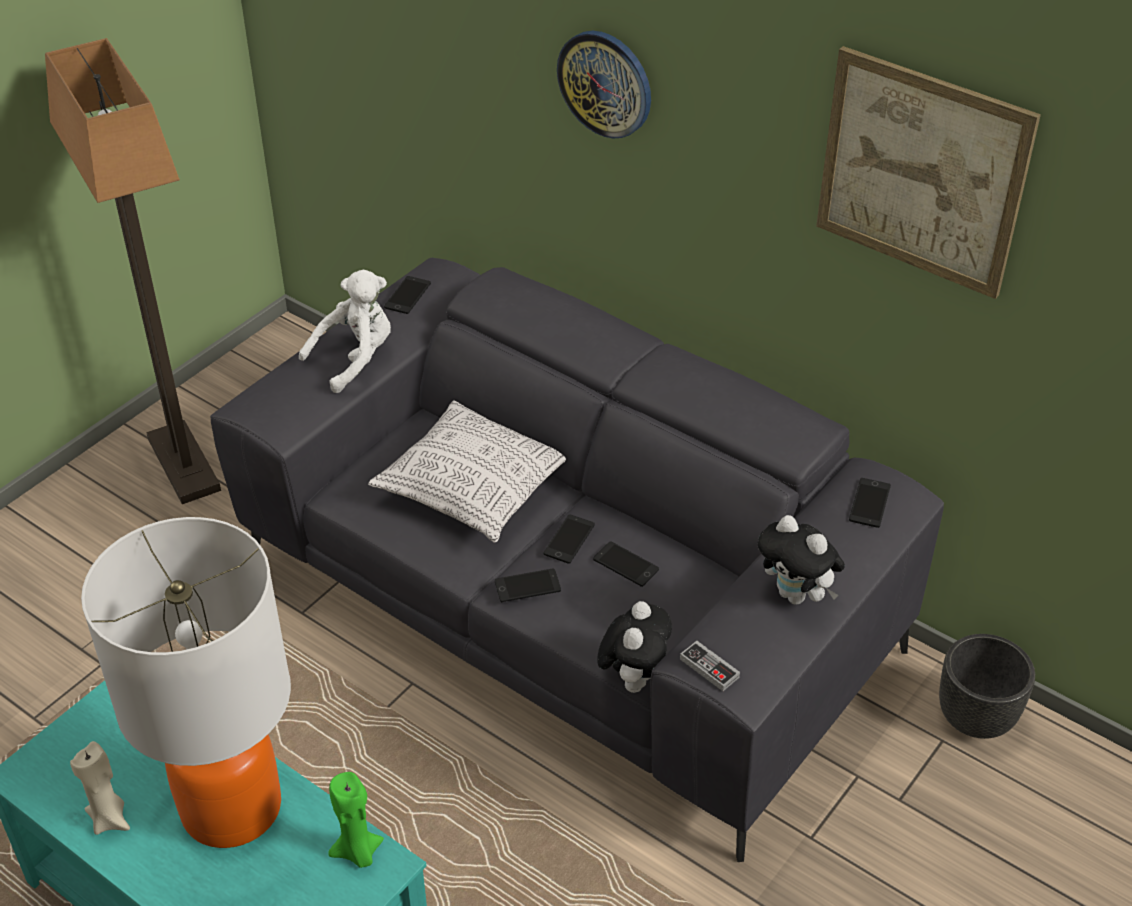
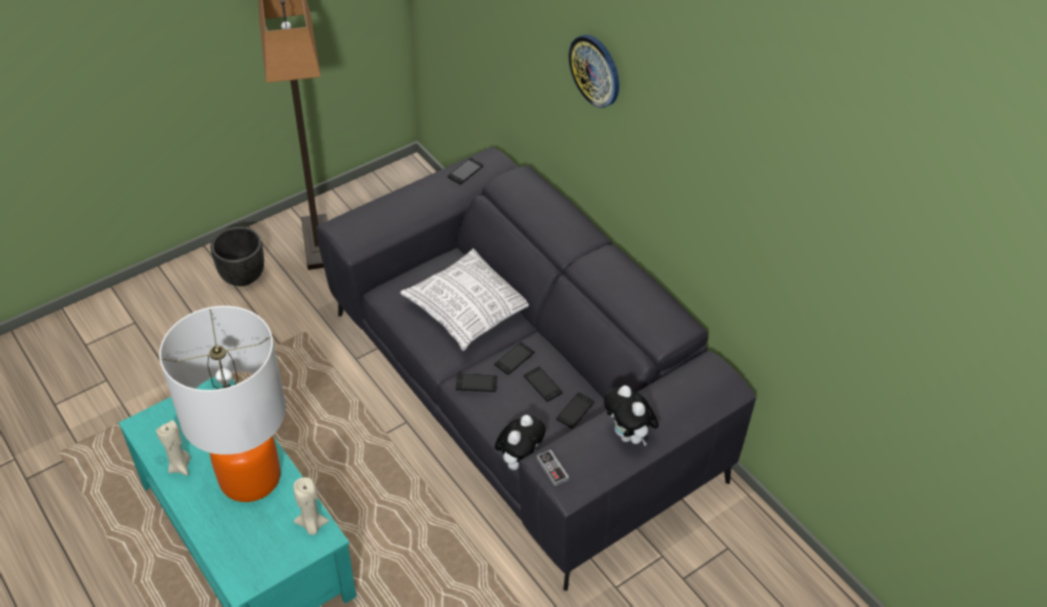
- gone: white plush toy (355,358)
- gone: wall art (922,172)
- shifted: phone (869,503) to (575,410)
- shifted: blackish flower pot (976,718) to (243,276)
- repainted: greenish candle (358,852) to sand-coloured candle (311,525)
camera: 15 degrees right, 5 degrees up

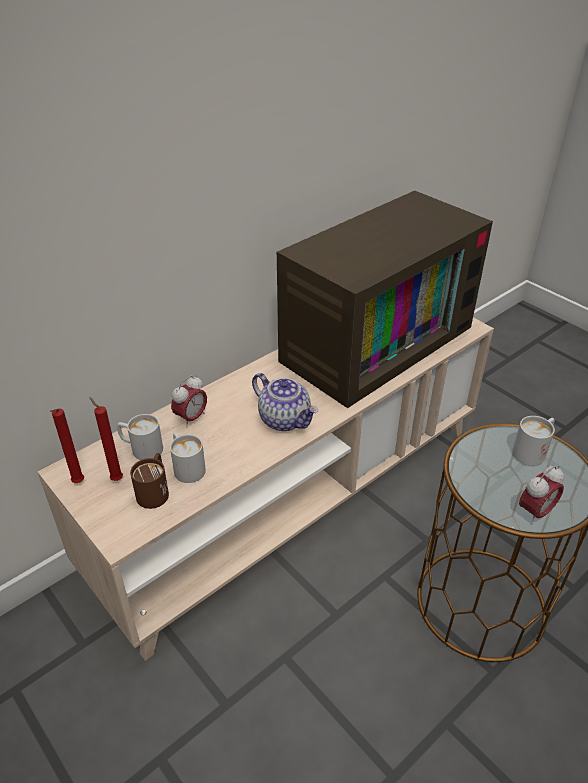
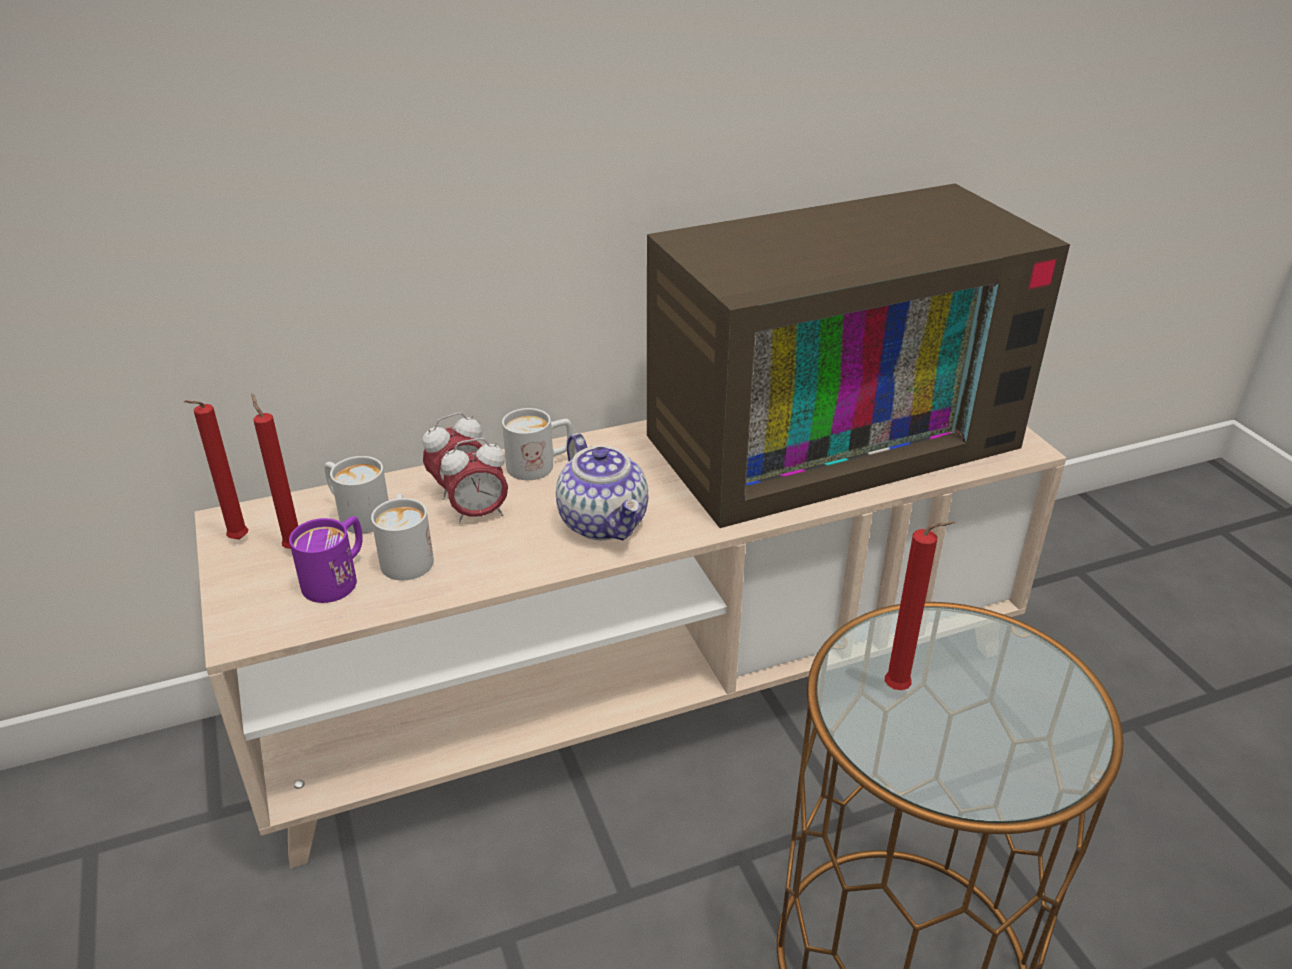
- new: red candle (901,690)
- shifted: white coffee mug (533,450) to (540,465)
- shifted: bedside clock (535,512) to (479,514)
- repainted: brownish coffee mug (155,490) to purplish coffee mug (338,578)
camera: 20 degrees right, 5 degrees down

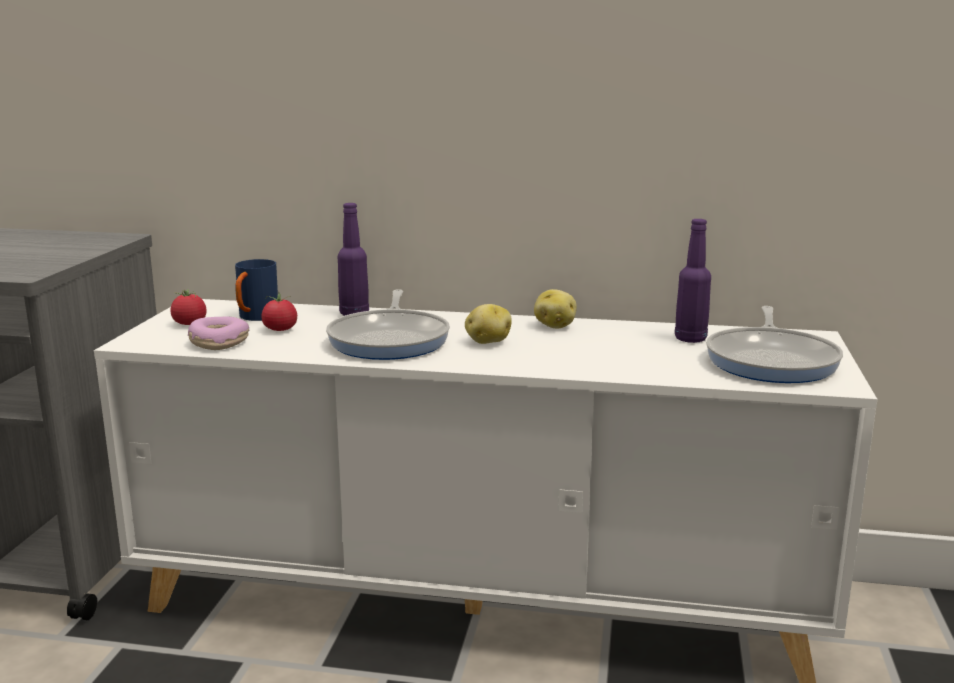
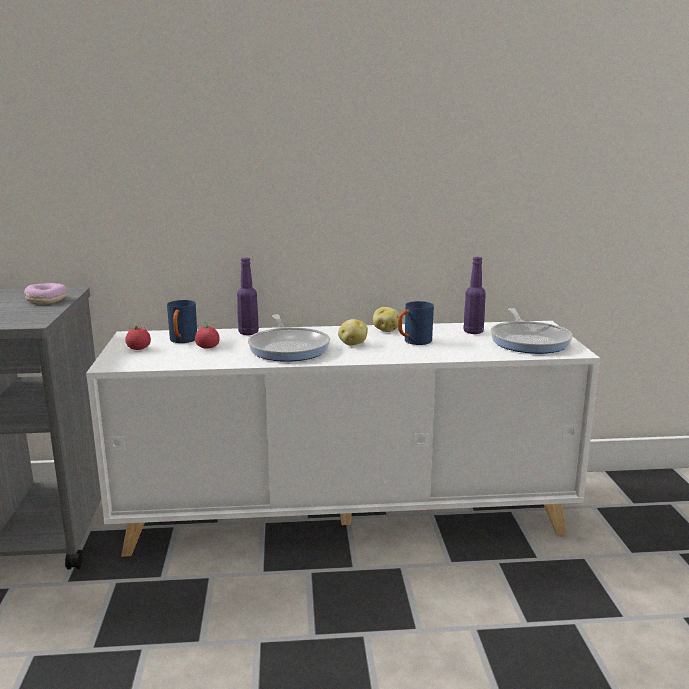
- new: bluish coffee mug (413,342)
- shifted: ring doughnut (219,342) to (46,300)
camera: 15 degrees left, 0 degrees up

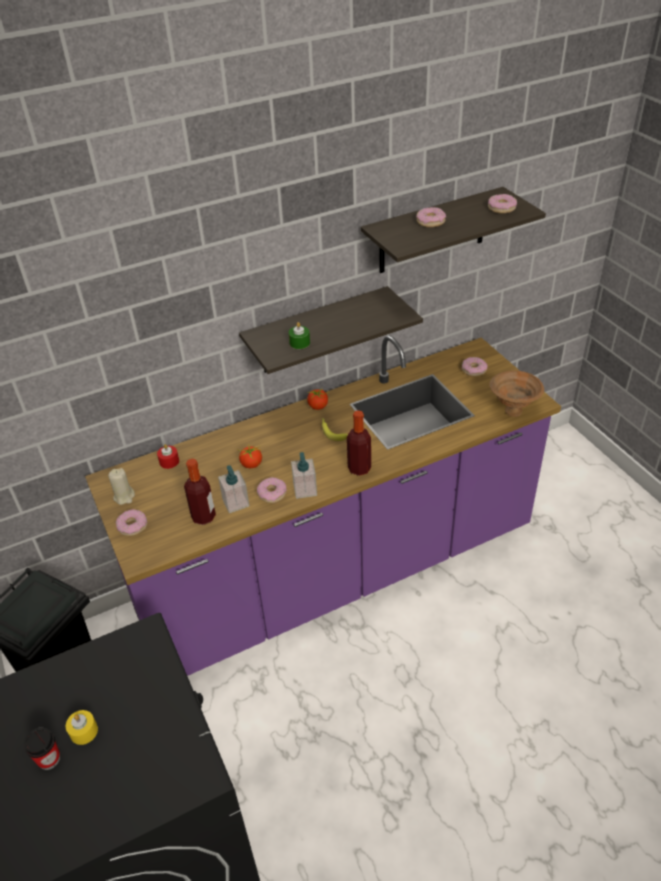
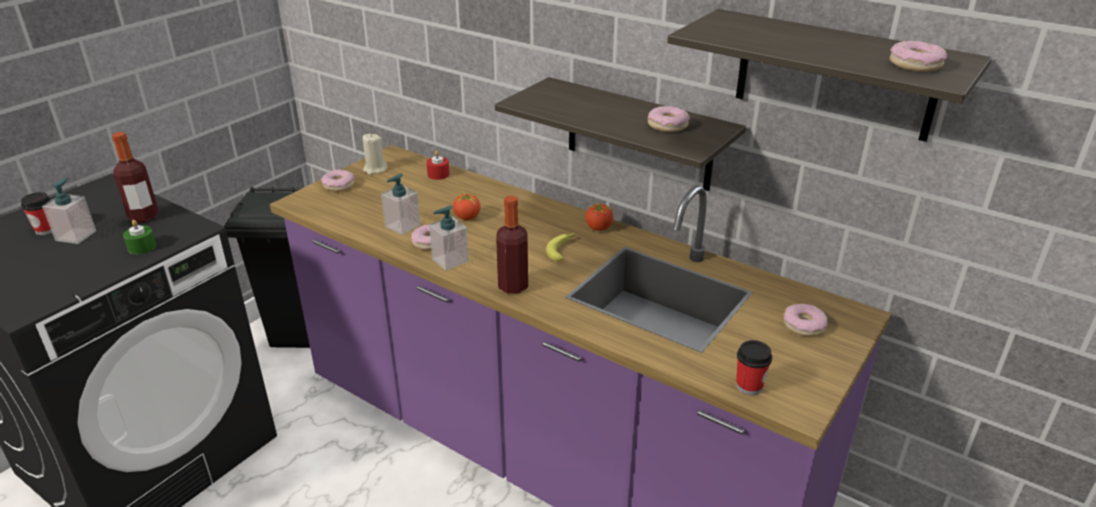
- shifted: beverage bottle (203,517) to (144,216)
- shifted: greenish candle (299,343) to (142,247)
- shifted: ring doughnut (430,222) to (667,125)
- swapped: yellowish candle (84,731) to liquid soap bottle (76,235)
- swapped: brownish deep dish (512,411) to drinking cup (749,386)
camera: 60 degrees right, 10 degrees down

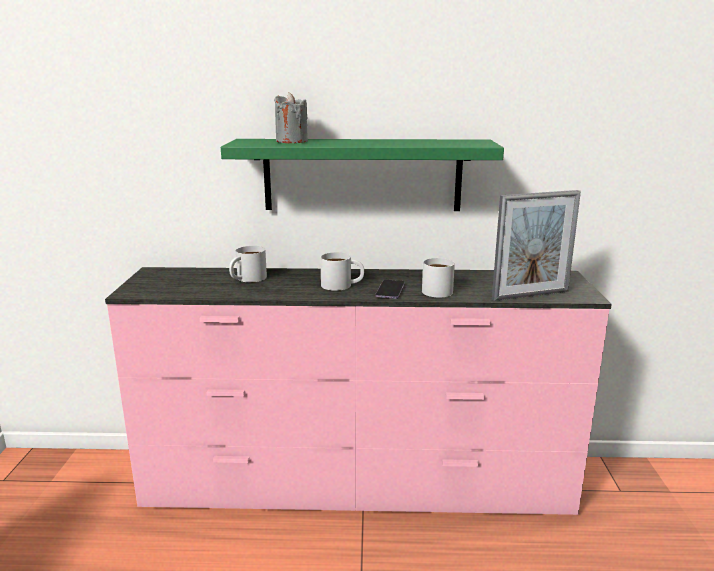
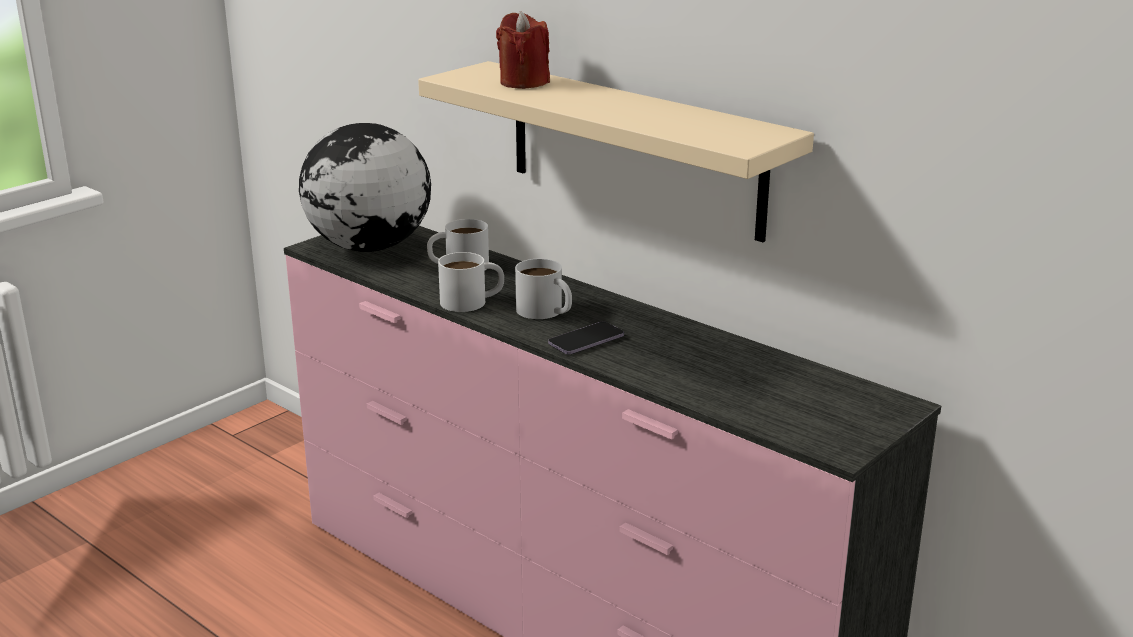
- gone: standing frame (530,295)
- new: globe (368,247)
- shifted: white coffee mug (440,290) to (472,301)
- repainted: greenish shelf (362,175) to sand-coloured shelf (634,149)
- repainted: gray candle (291,141) to red candle (523,82)
camera: 40 degrees right, 5 degrees up

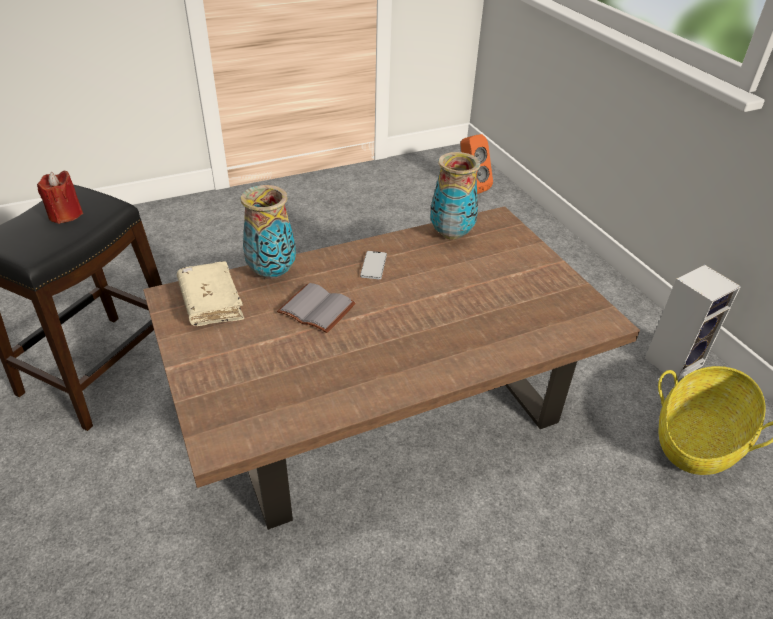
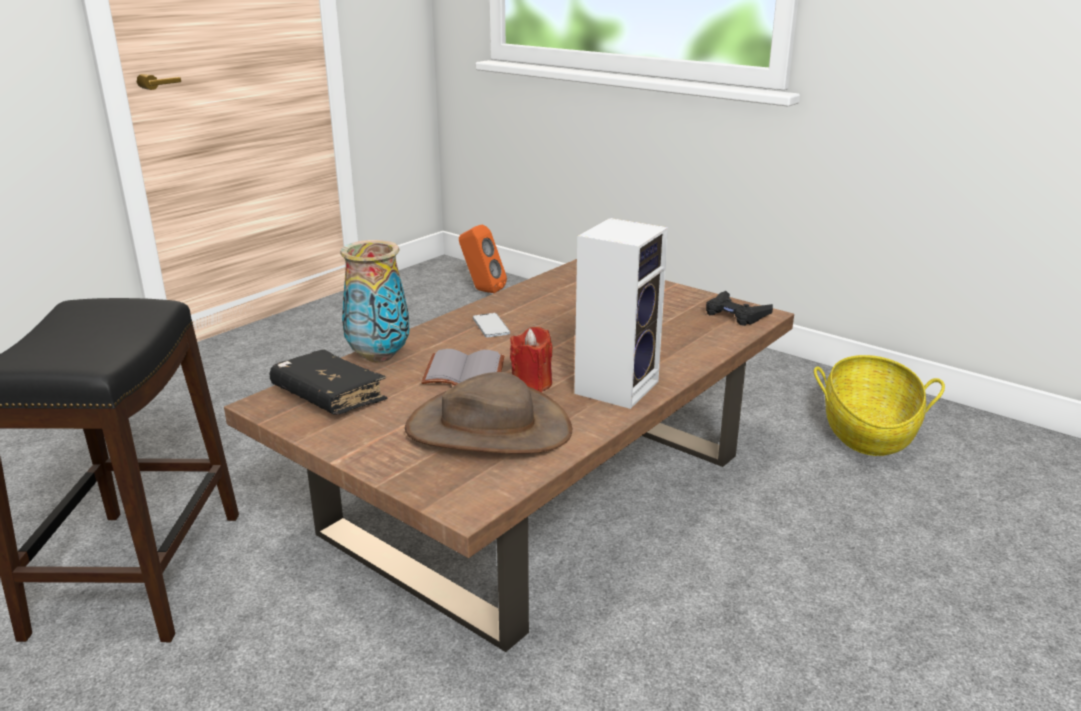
- gone: flower vase (451,234)
- new: brownish wearable hat (488,428)
- new: blackish joypad (735,314)
- shifted: red candle (65,215) to (531,384)
- shifted: audio speaker (674,360) to (616,386)
- repainted: sand-coloured book (211,302) to blackish book (329,396)
camera: 25 degrees left, 15 degrees down

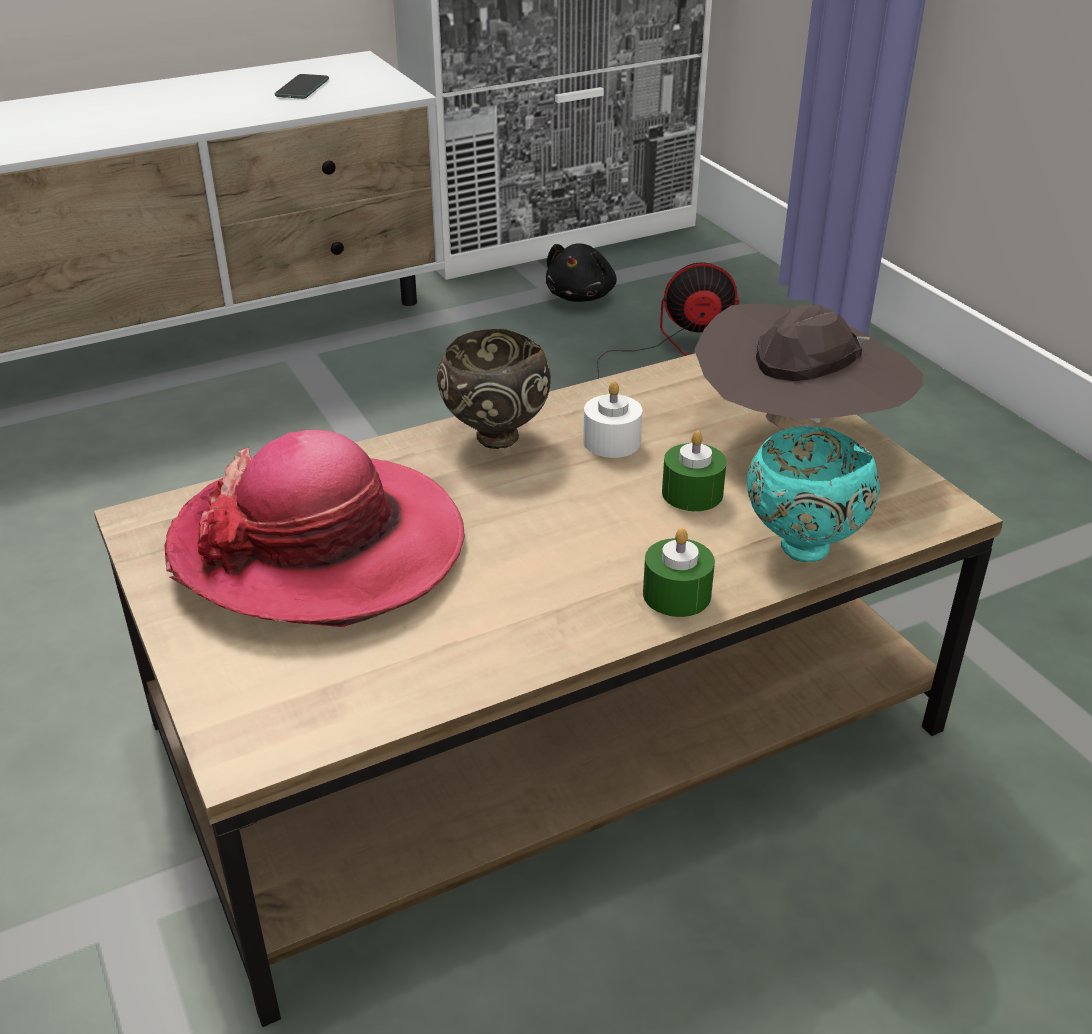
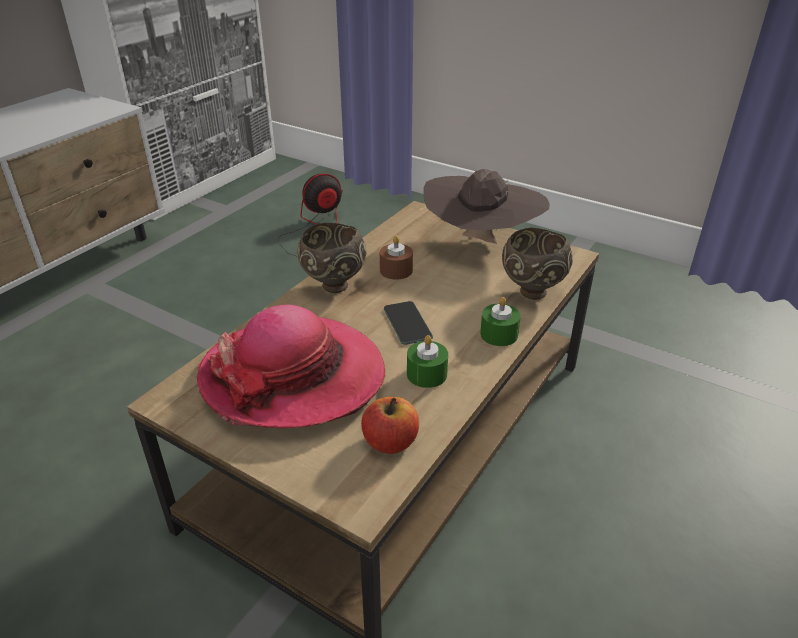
- gone: blackish plush toy (581,296)
- new: apple fruit (390,442)
- shifted: phone (302,88) to (407,323)
- shifted: greenish candle (692,493) to (426,374)
- repainted: white candle (612,441) to brownish candle (396,270)
- repainted: turquoise-coloured deep dish (800,546) to brownish deep dish (530,292)
camera: 30 degrees left, 0 degrees up

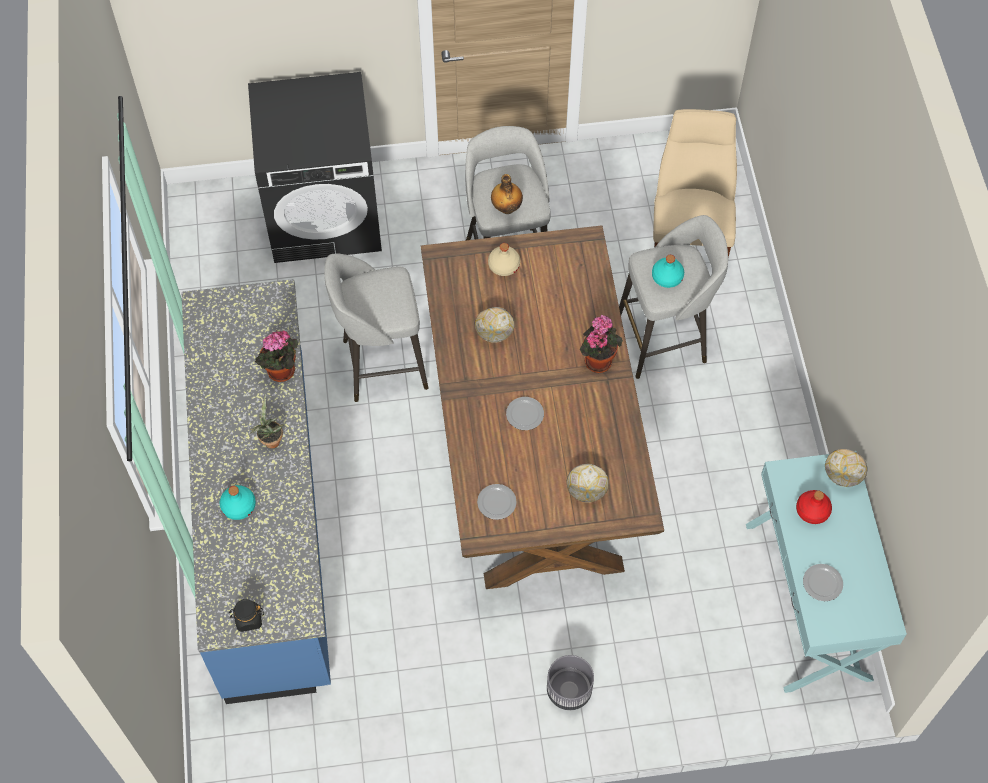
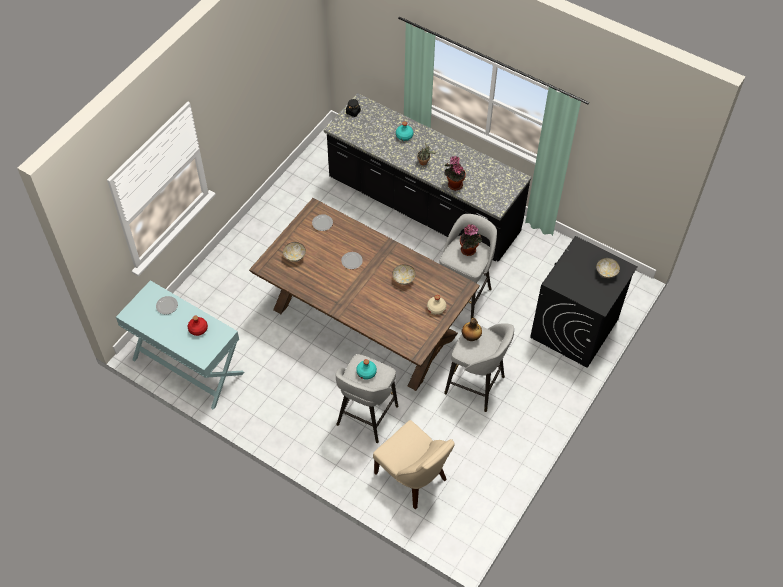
- gone: gray flower pot (569,691)
- shifted: houseplant (598,359) to (469,251)
- shifted: deep dish (843,475) to (606,273)
- repainted: bluish kitchen base unit (269,522) to blackish kitchen base unit (423,207)
camera: 130 degrees right, 5 degrees down

